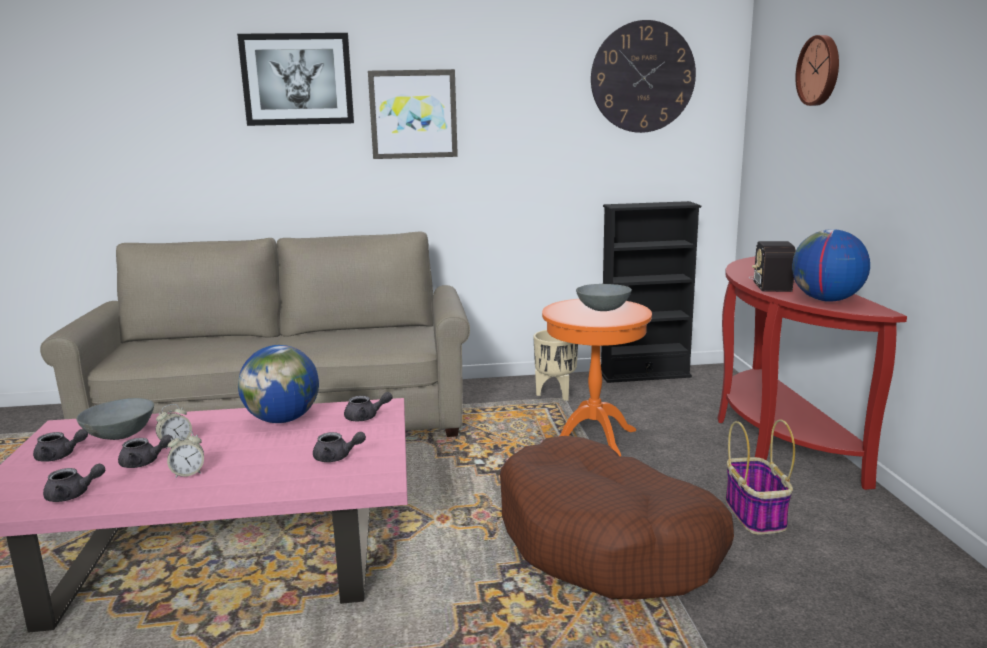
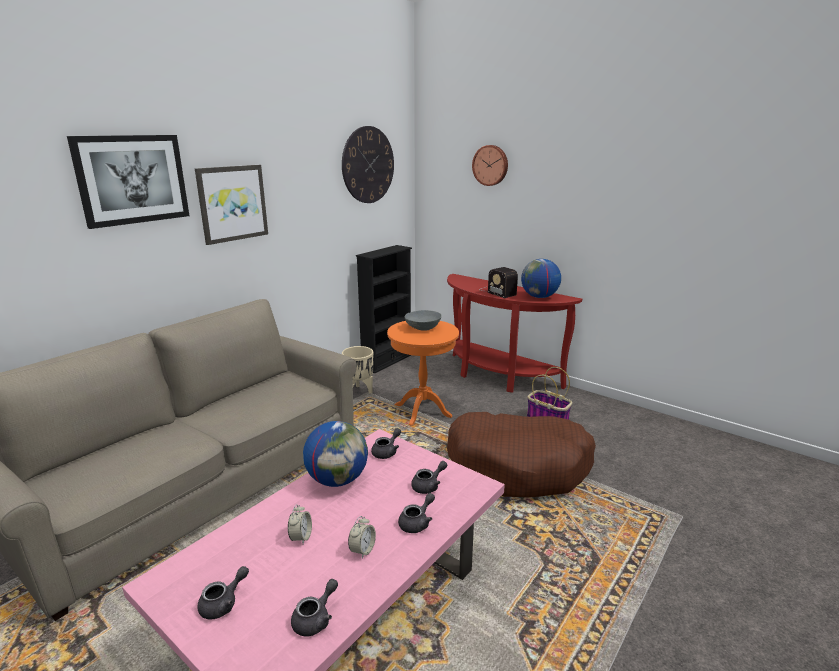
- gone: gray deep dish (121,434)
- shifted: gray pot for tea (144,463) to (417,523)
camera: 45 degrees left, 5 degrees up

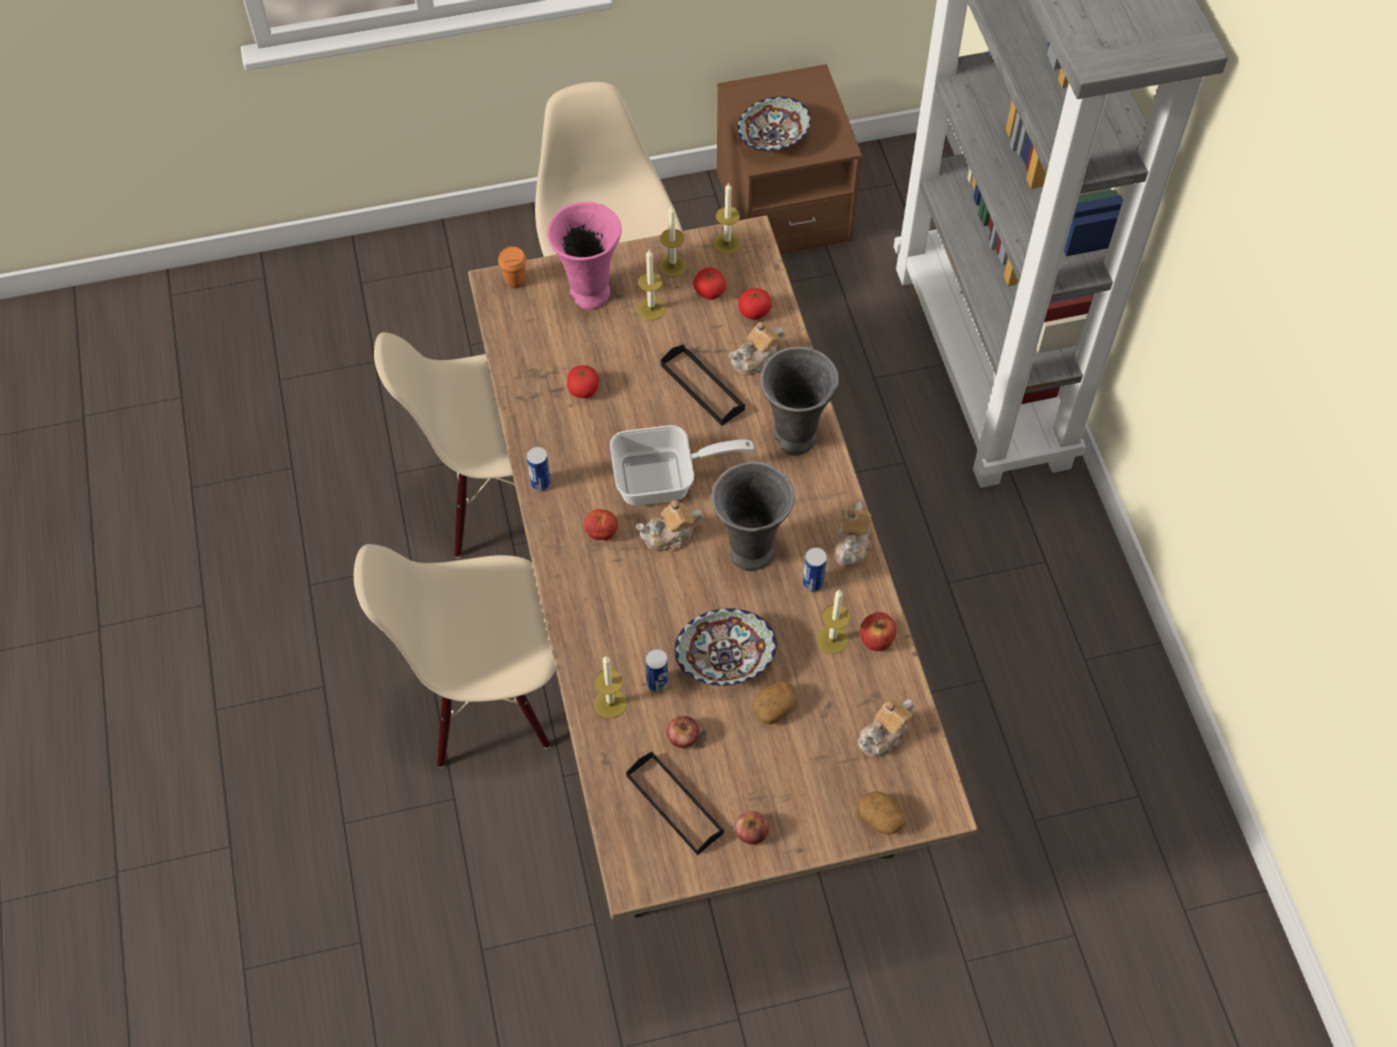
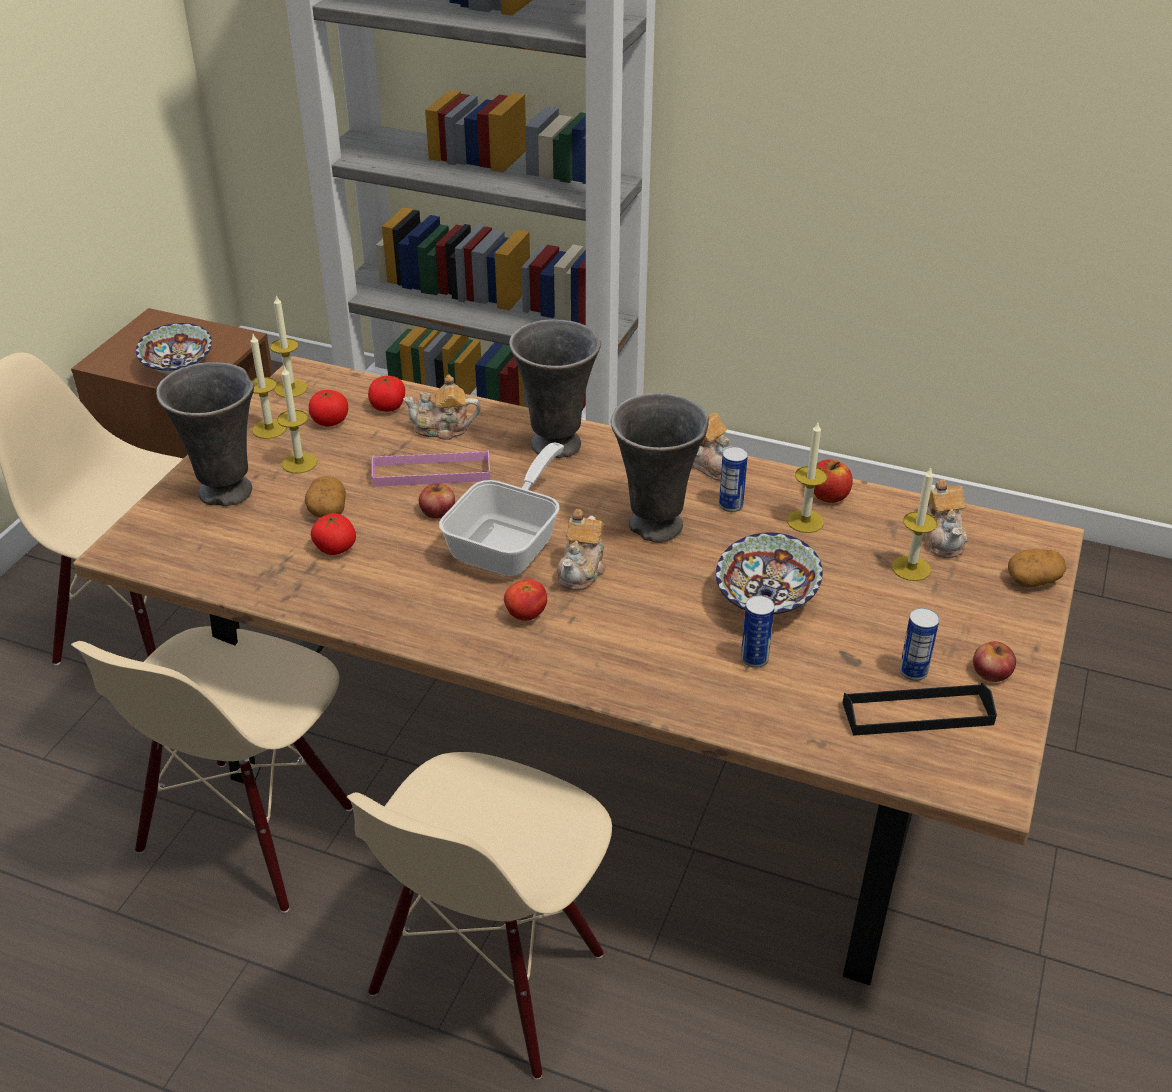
- gone: orangey drinking cup (515,281)
- shifted: can (540,484) to (913,672)
- shifted: candle (610,703) to (911,568)
- shifted: apple fruit (683,736) to (437,511)
- shifted: whole potato (774,707) to (327,509)
- repainted: pink flower vase (589,294) to gray flower vase (227,493)
- repainted: blackish serving tray (702,387) to pink serving tray (431,473)
- rotated: pot for tea (756,360) = (443,429) 90 degrees clockwise
camera: 55 degrees left, 20 degrees down

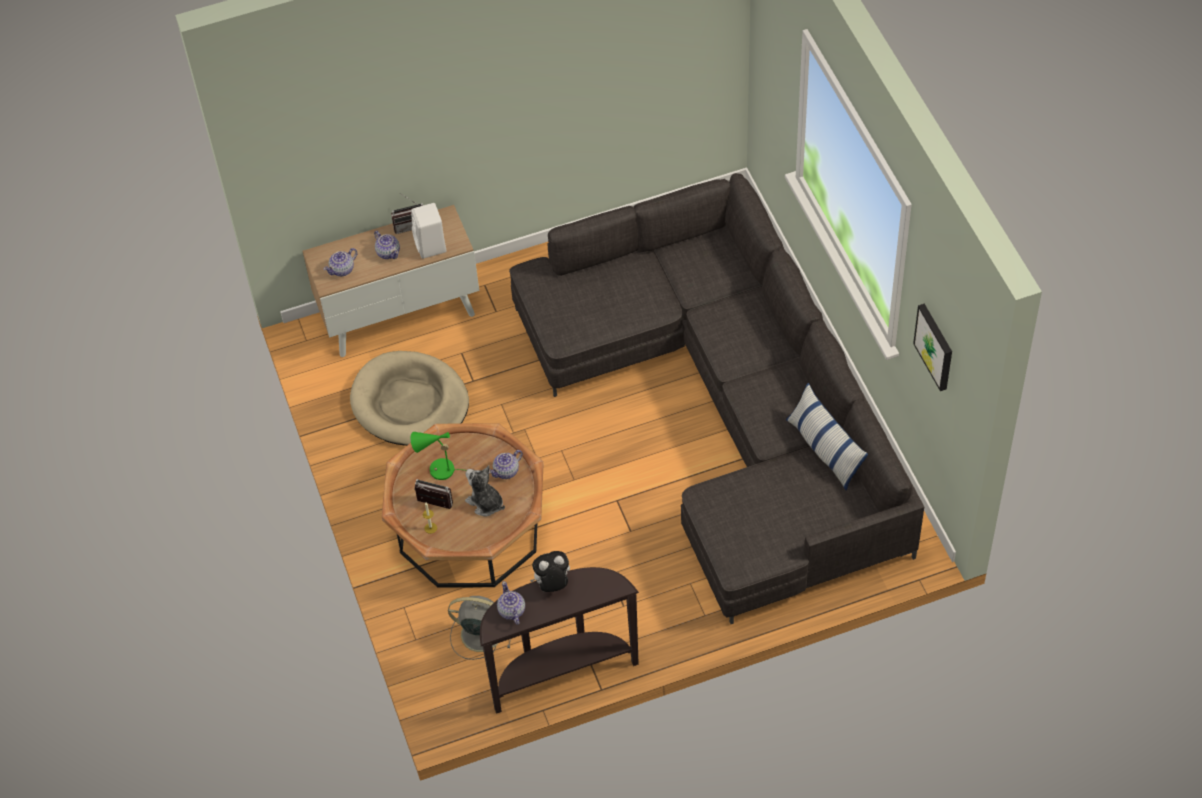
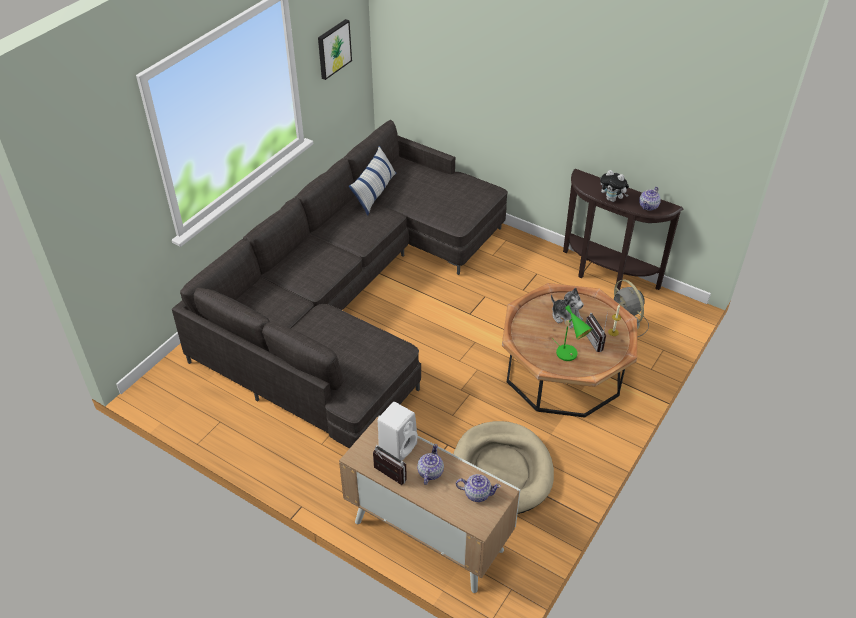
- gone: pot for tea (506,471)
- rotated: plush toy (485,503) = (566,317) 45 degrees counterclockwise
camera: 130 degrees left, 10 degrees down

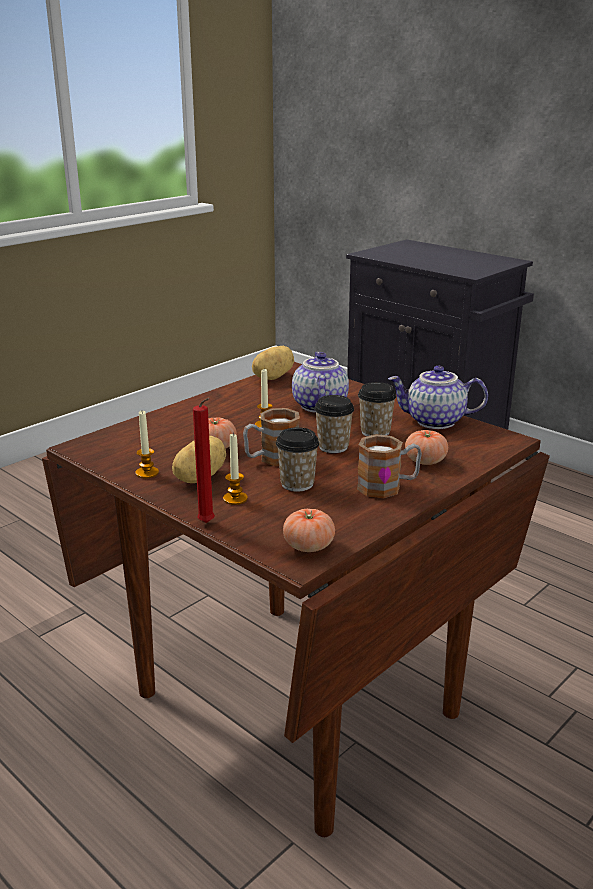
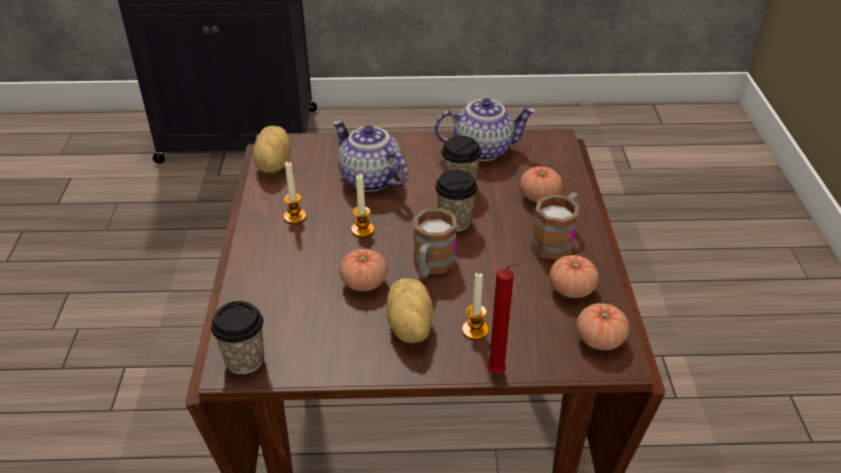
- new: whole tomato (571,289)
- shifted: candle (147,473) to (294,216)
- shifted: drinking cup (297,484) to (244,360)
- rotated: pot for tea (434,422) = (483,149) 150 degrees counterclockwise
camera: 45 degrees left, 15 degrees up

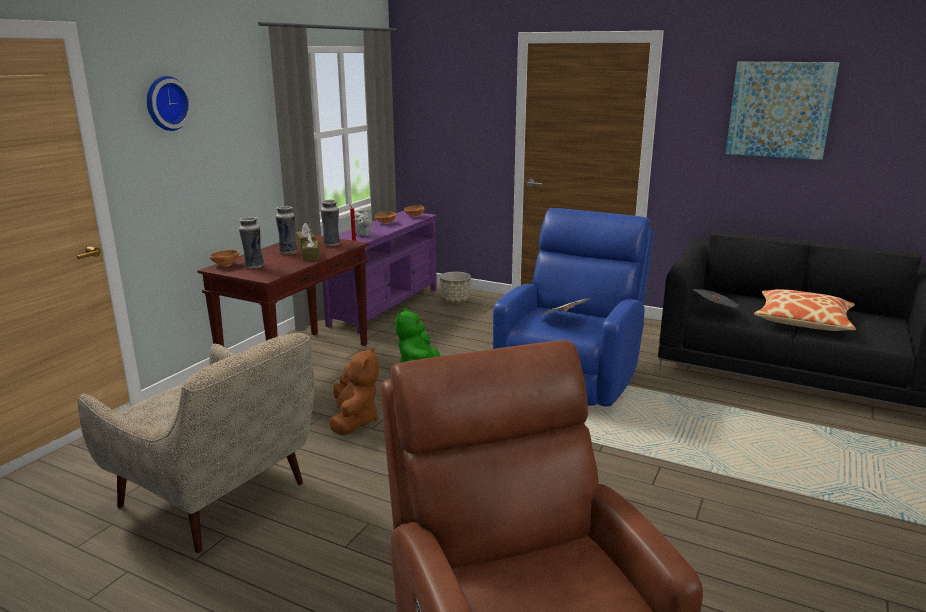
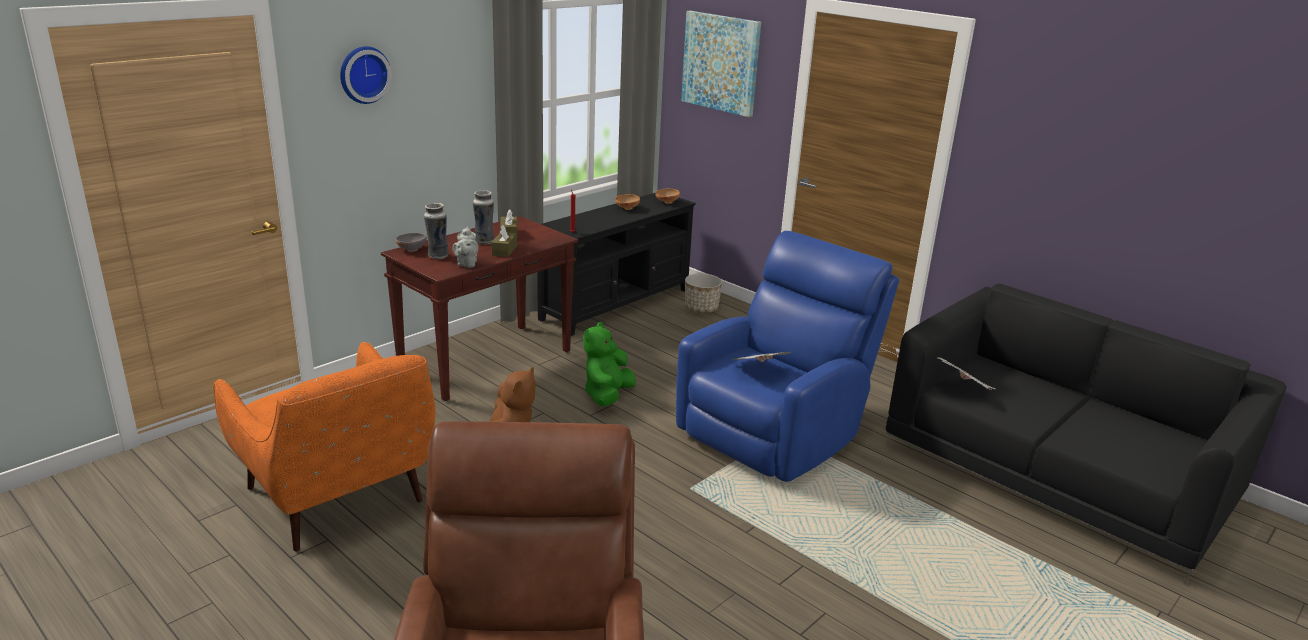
- gone: flower vase (331,244)
- gone: pillow (803,321)
- shifted: gray pot for tea (362,235) to (466,264)
- shifted: wall art (780,110) to (721,63)
- repainted: sand-coloured armchair (218,499) to orangey armchair (338,500)
- repainted: brownish deep dish (225,265) to gray deep dish (411,249)
- repainted: purplish media console (384,307) to blackish media console (615,305)
camera: 15 degrees right, 5 degrees up

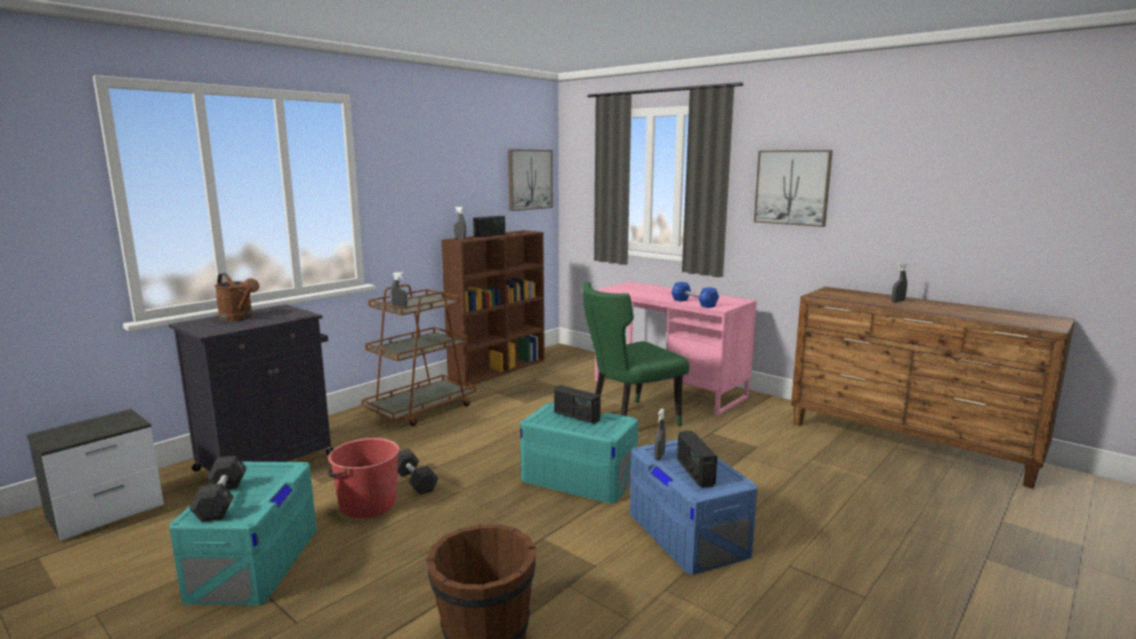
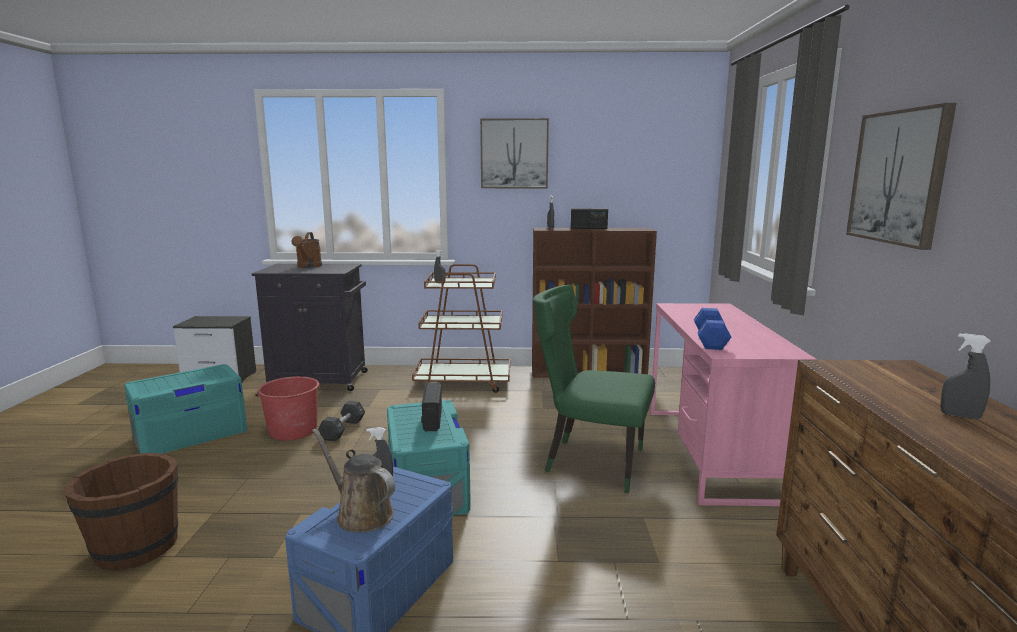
- gone: blackish dumbbell (221,500)
- shifted: wall art (529,179) to (514,154)
- swapped: radio set (694,473) to brownish watering can (361,514)
camera: 50 degrees right, 0 degrees up

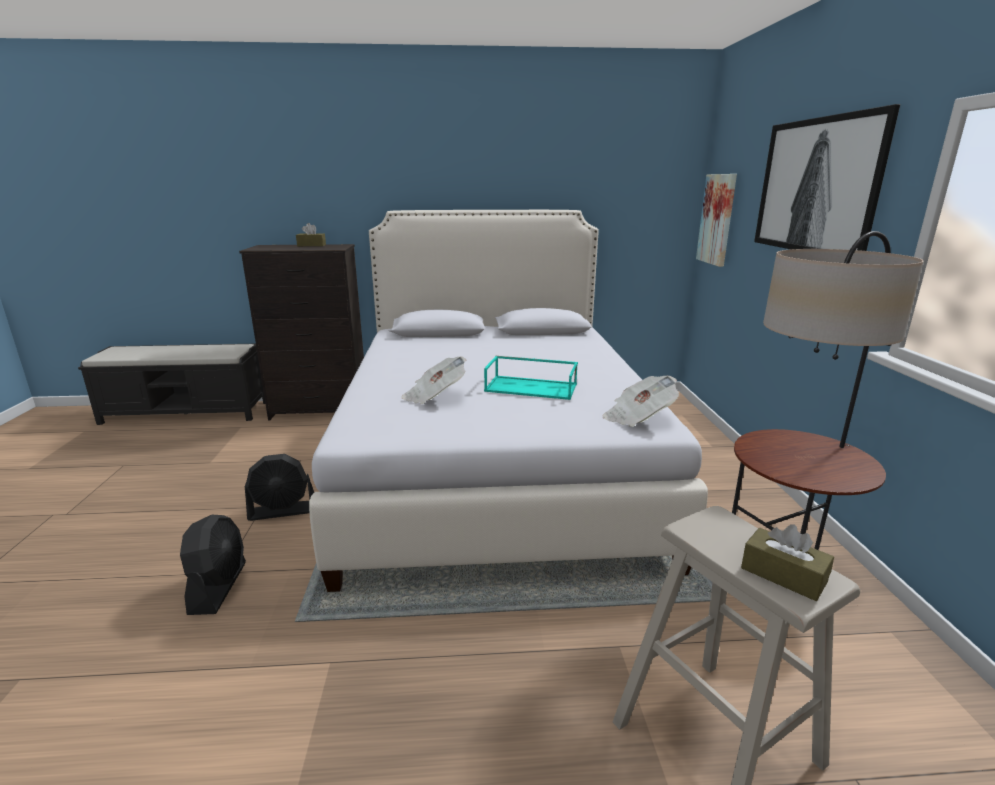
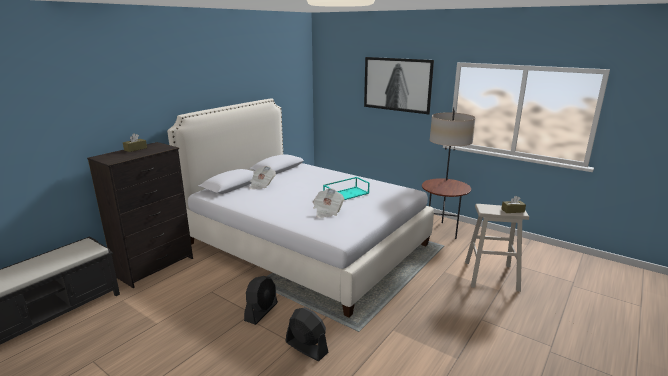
- gone: wall art (717,219)
- shifted: printed paper (638,418) to (261,185)
camera: 50 degrees left, 0 degrees up

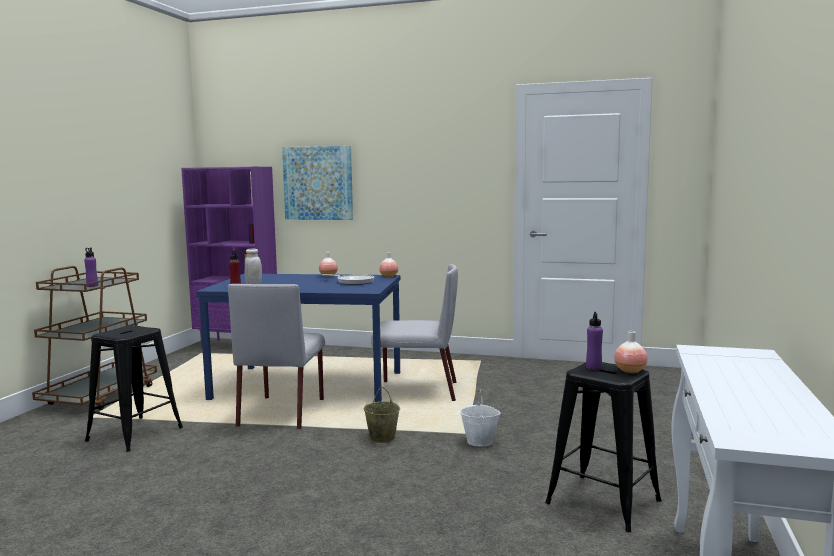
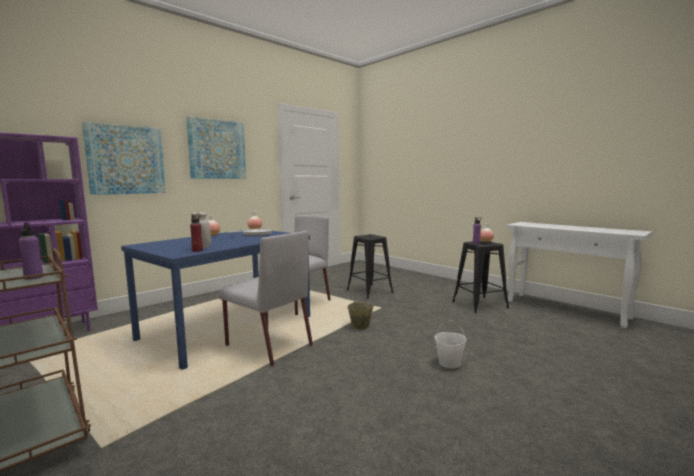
- new: wall art (217,149)
- shifted: blackish stool (134,434) to (370,291)
- shifted: white bucket (480,441) to (449,363)
camera: 60 degrees left, 0 degrees up

